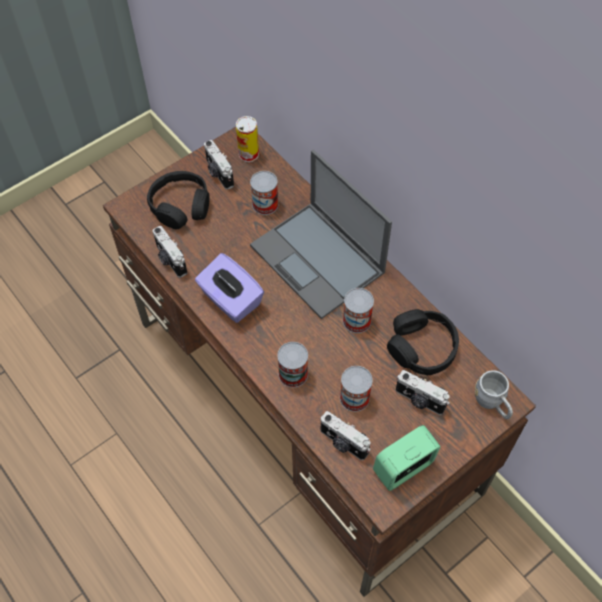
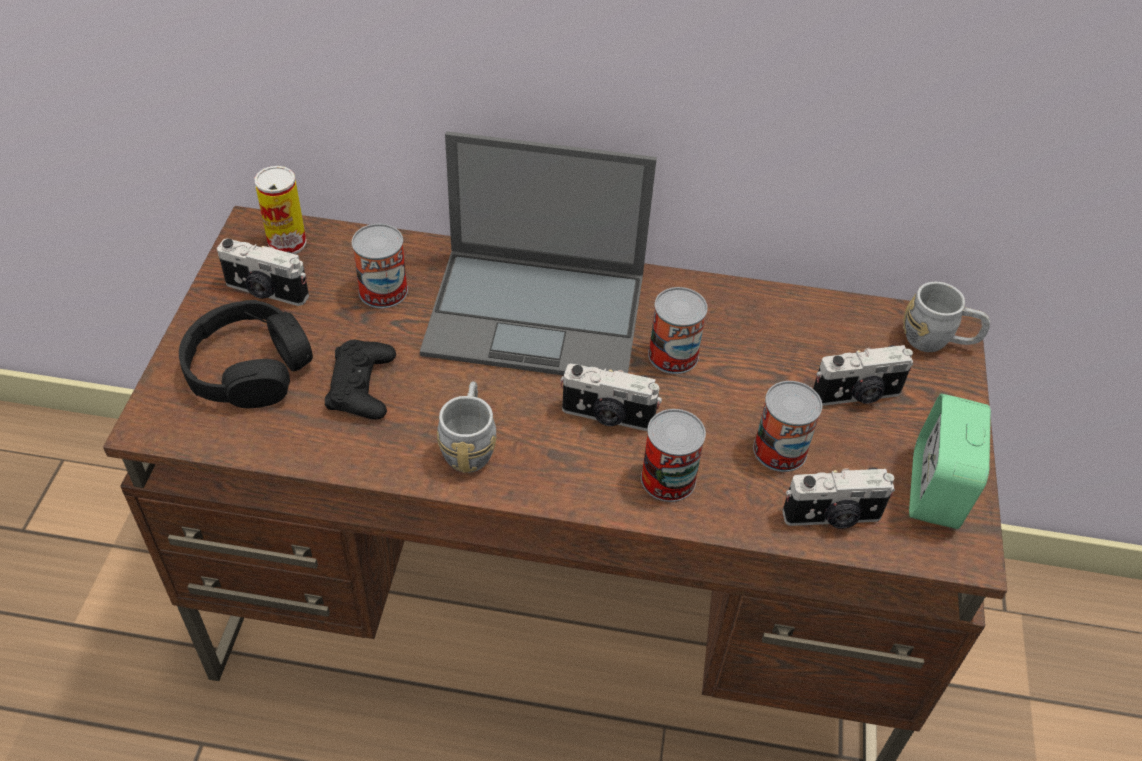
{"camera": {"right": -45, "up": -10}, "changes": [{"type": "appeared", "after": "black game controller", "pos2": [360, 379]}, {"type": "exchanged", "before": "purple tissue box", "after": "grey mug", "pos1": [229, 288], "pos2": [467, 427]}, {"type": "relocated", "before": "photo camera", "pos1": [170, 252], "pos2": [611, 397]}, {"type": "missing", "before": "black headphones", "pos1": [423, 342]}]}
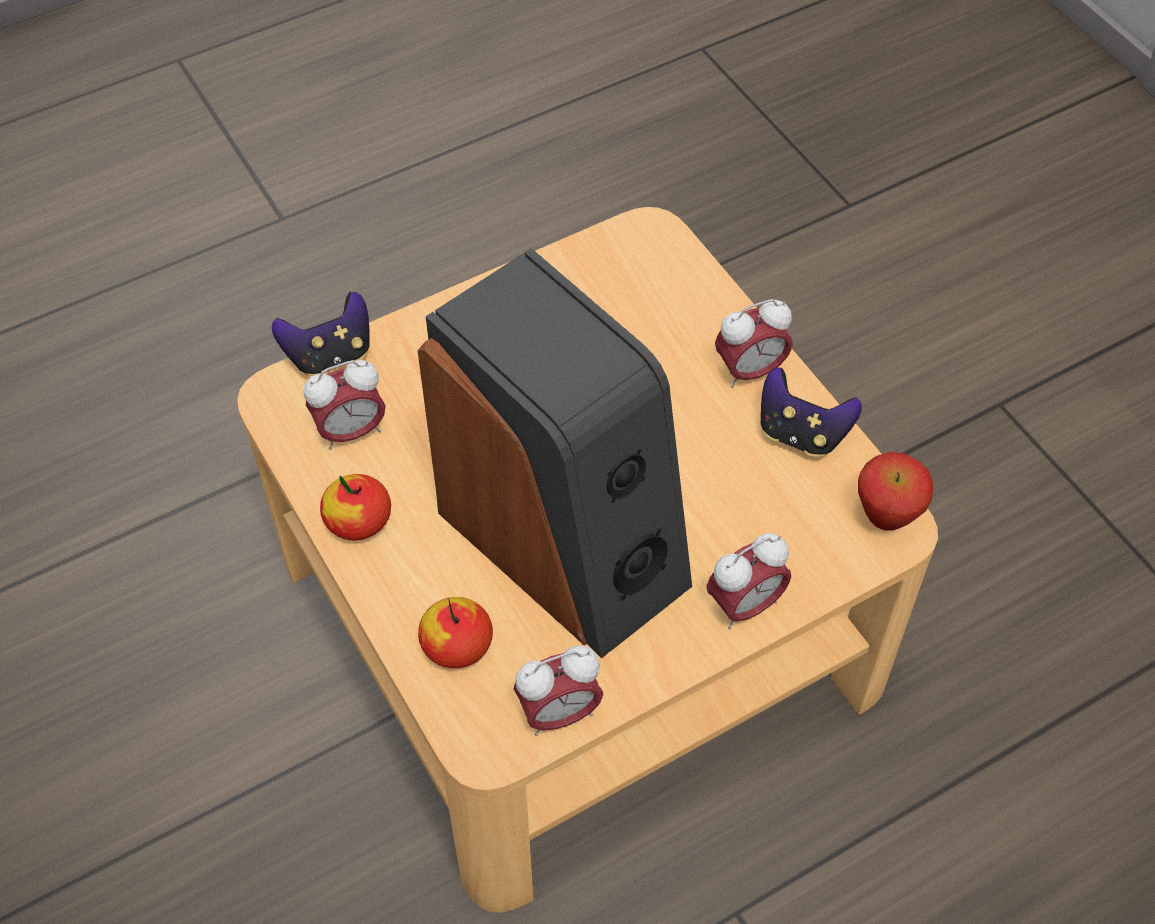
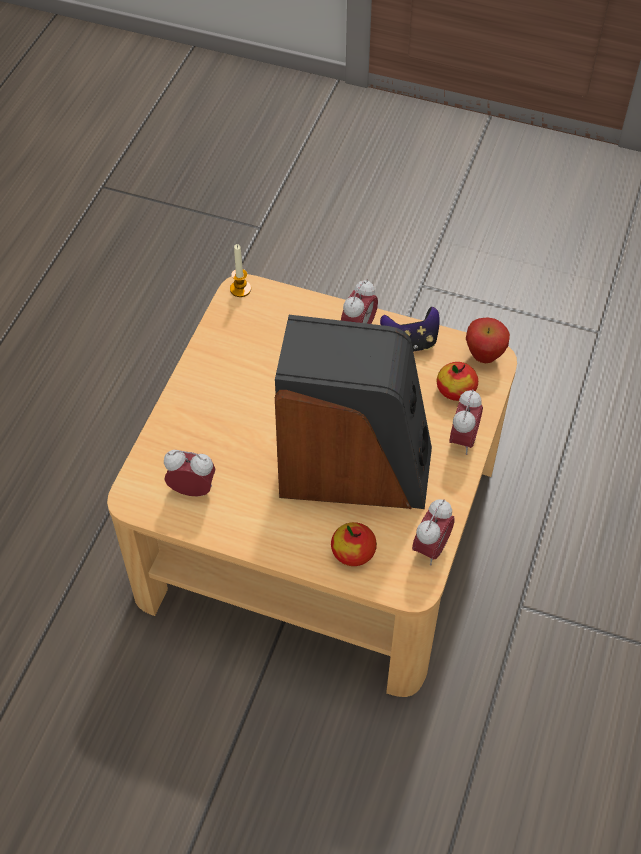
{"camera": {"right": -40, "up": 0}, "changes": [{"type": "spun", "before": "alarm clock", "pos1": [345, 405], "pos2": [190, 473], "turn": -105}, {"type": "appeared", "after": "candle", "pos2": [240, 270]}, {"type": "relocated", "before": "apple", "pos1": [355, 507], "pos2": [457, 381]}, {"type": "missing", "before": "game controller", "pos1": [320, 333]}]}
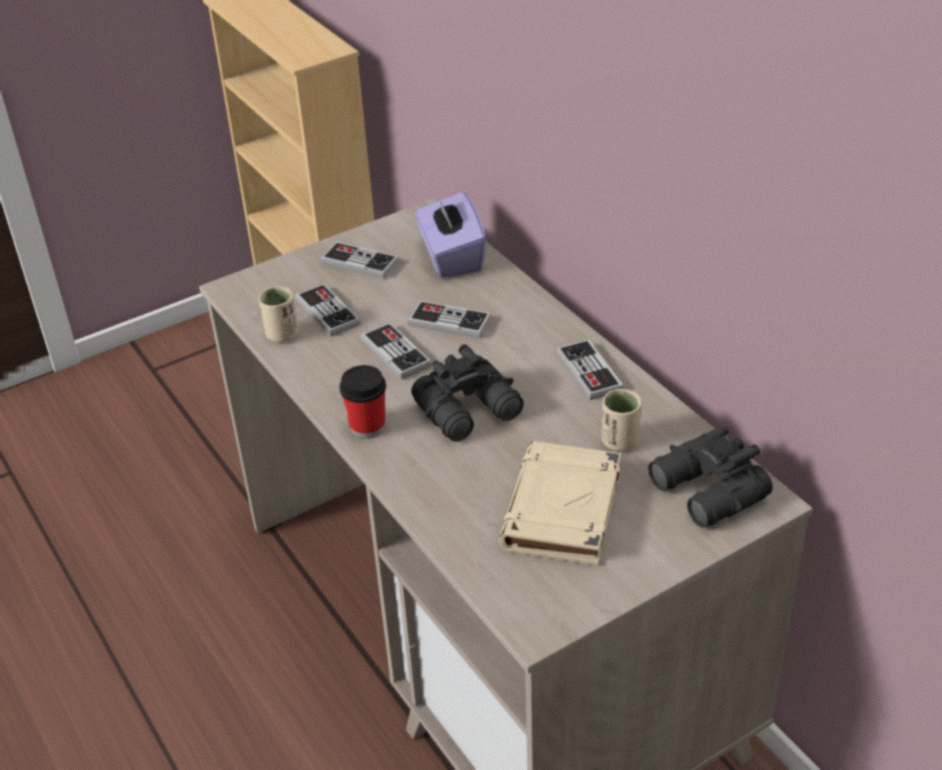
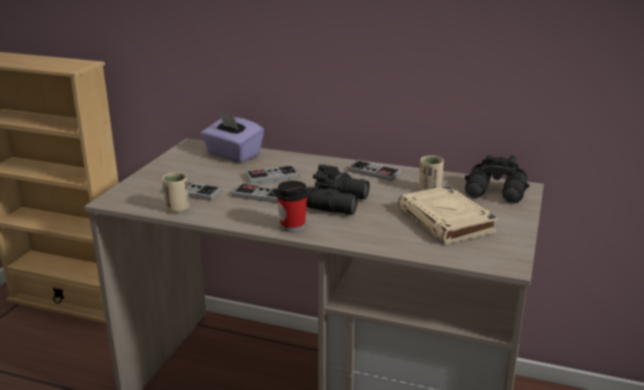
{"camera": {"right": -40, "up": -15}, "changes": [{"type": "missing", "before": "game controller", "pos1": [359, 260]}]}
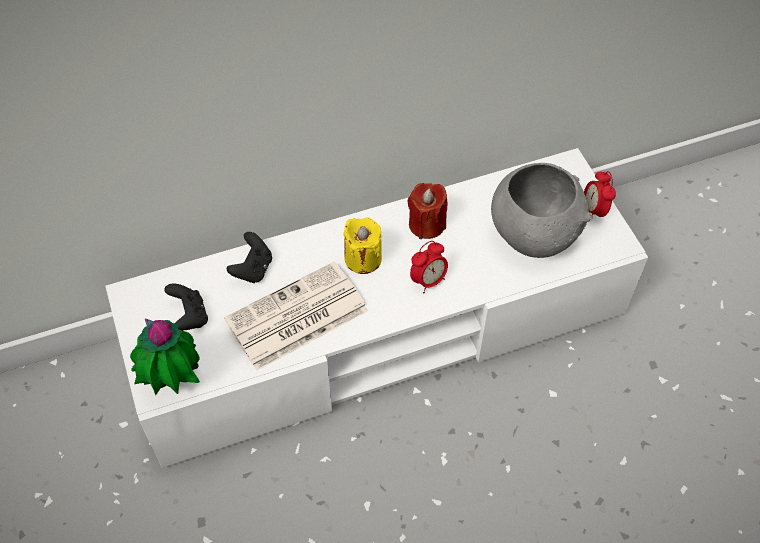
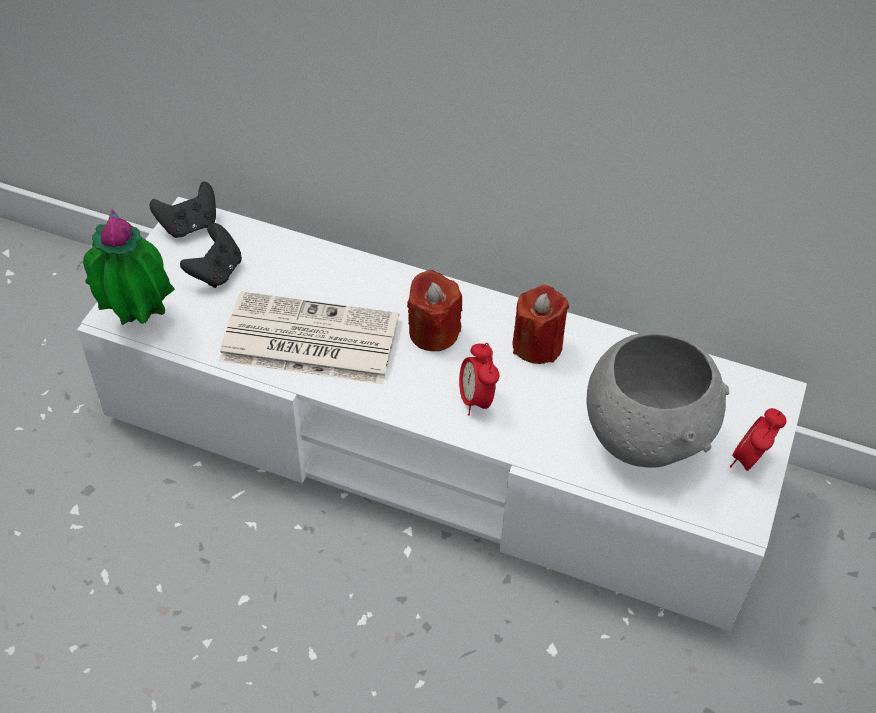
{"camera": {"right": 40, "up": -5}, "changes": [{"type": "relocated", "before": "black game controller", "pos1": [249, 257], "pos2": [182, 210]}, {"type": "colour", "before": "yellow candle", "after": "red candle", "pos1": [362, 245], "pos2": [434, 310]}, {"type": "spun", "before": "alarm clock", "pos1": [429, 267], "pos2": [479, 379], "turn": 75}]}
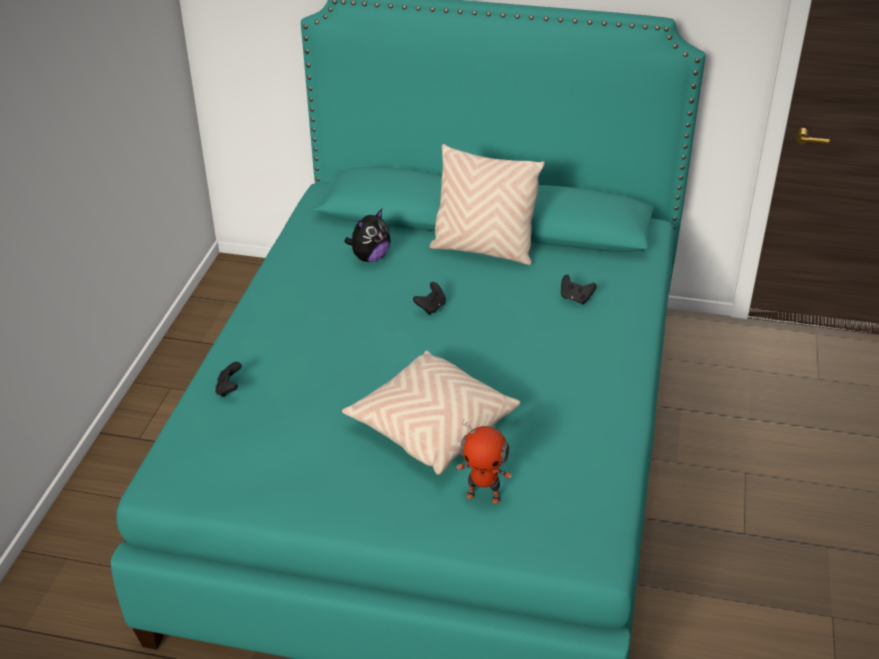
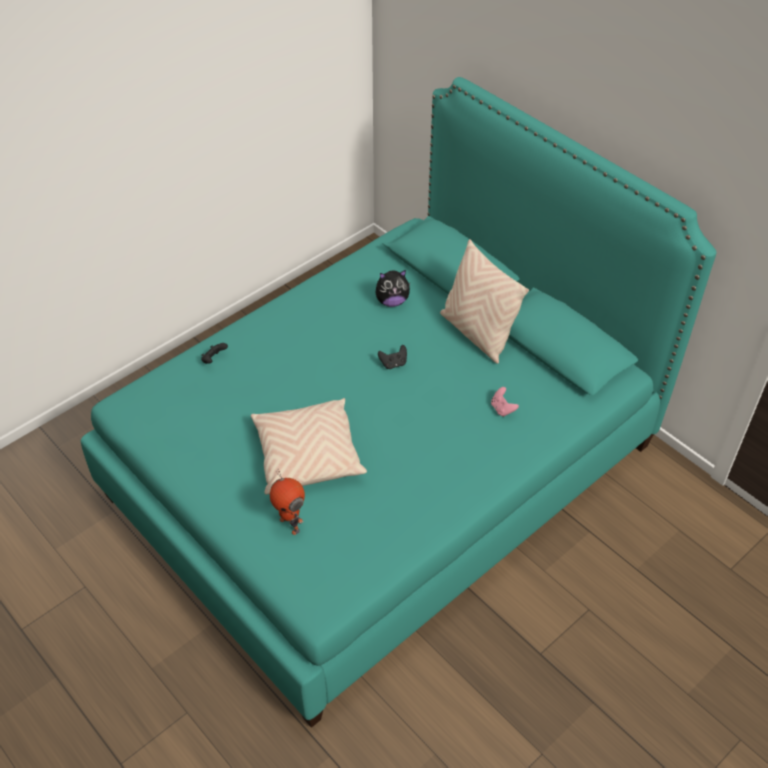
{"camera": {"right": 35, "up": 10}, "changes": [{"type": "colour", "before": "black game controller", "after": "pink game controller", "pos1": [579, 289], "pos2": [505, 402]}]}
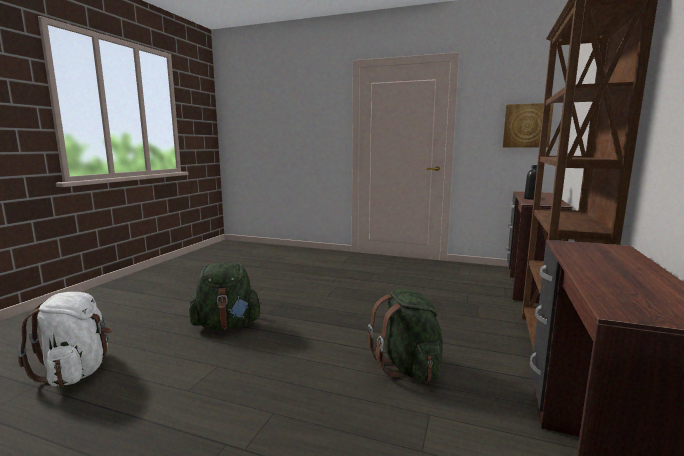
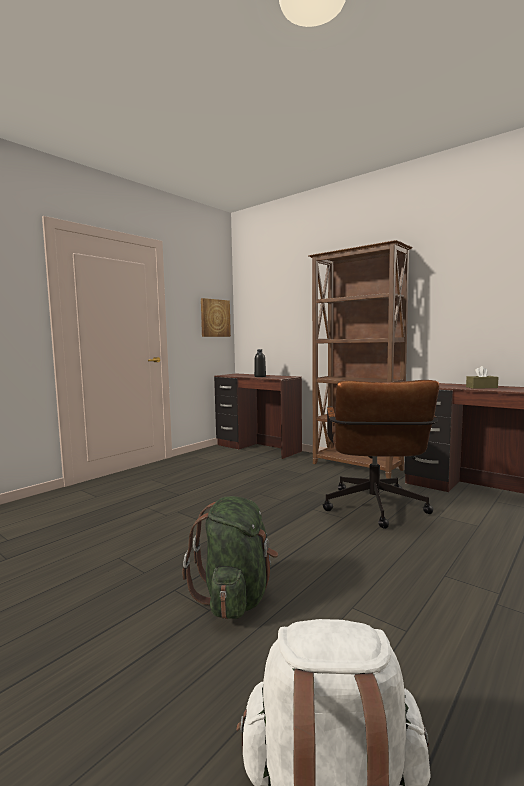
{"camera": {"right": -70, "up": -5}, "changes": [{"type": "exchanged", "before": "green backpack", "after": "brown office chair", "pos1": [405, 335], "pos2": [381, 454]}, {"type": "appeared", "after": "brown tissue box", "pos2": [482, 377]}]}
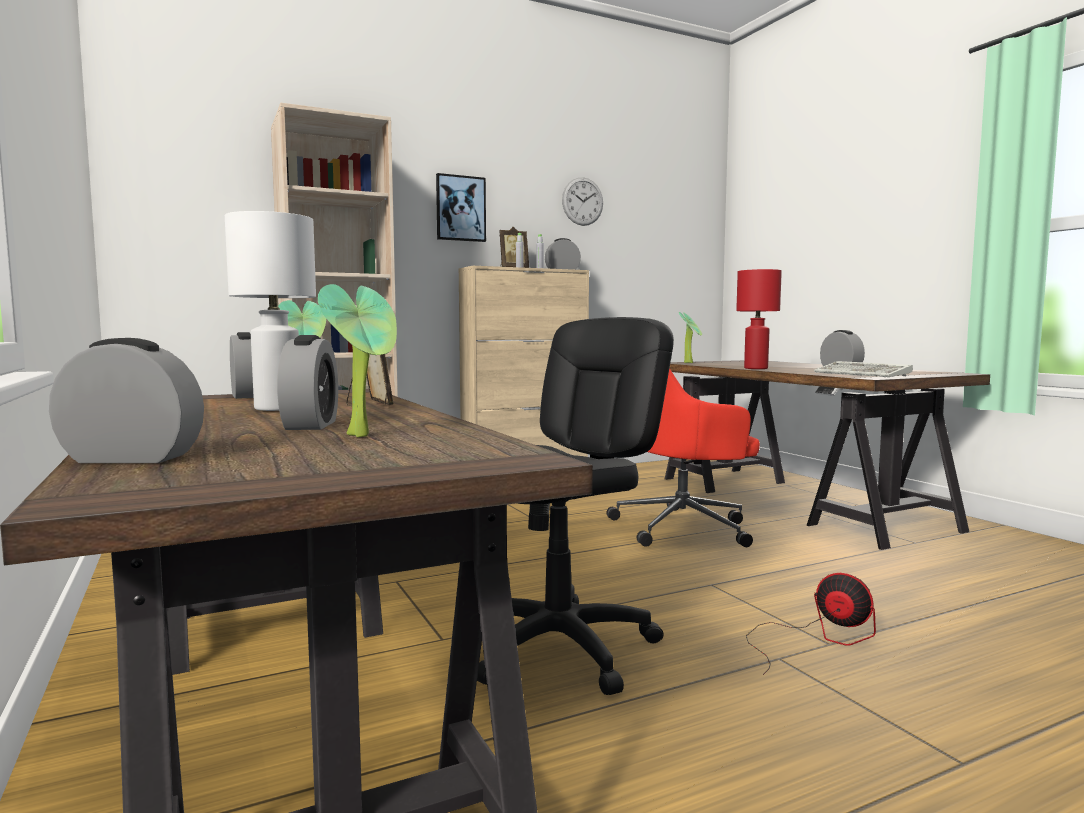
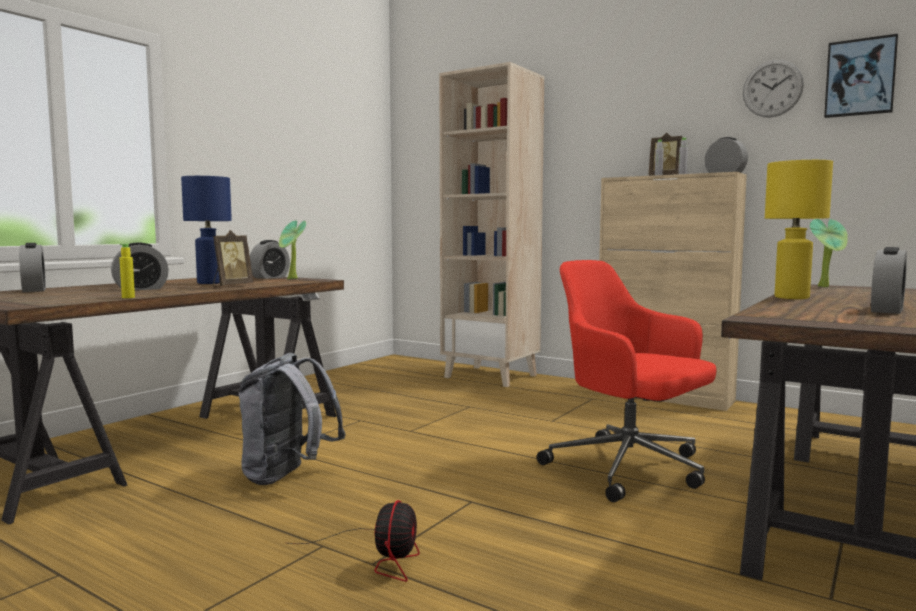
{"camera": {"right": 60, "up": 0}, "changes": [{"type": "appeared", "after": "yellow bottle", "pos2": [127, 271]}, {"type": "colour", "before": "white table lamp", "after": "blue table lamp", "pos1": [270, 311], "pos2": [206, 230]}, {"type": "exchanged", "before": "black office chair", "after": "grey backpack", "pos1": [575, 506], "pos2": [292, 419]}, {"type": "colour", "before": "red table lamp", "after": "yellow table lamp", "pos1": [759, 319], "pos2": [799, 229]}, {"type": "relocated", "before": "picture", "pos1": [461, 207], "pos2": [861, 76]}, {"type": "missing", "before": "potted plant", "pos1": [357, 360]}, {"type": "missing", "before": "keyboard", "pos1": [863, 369]}]}
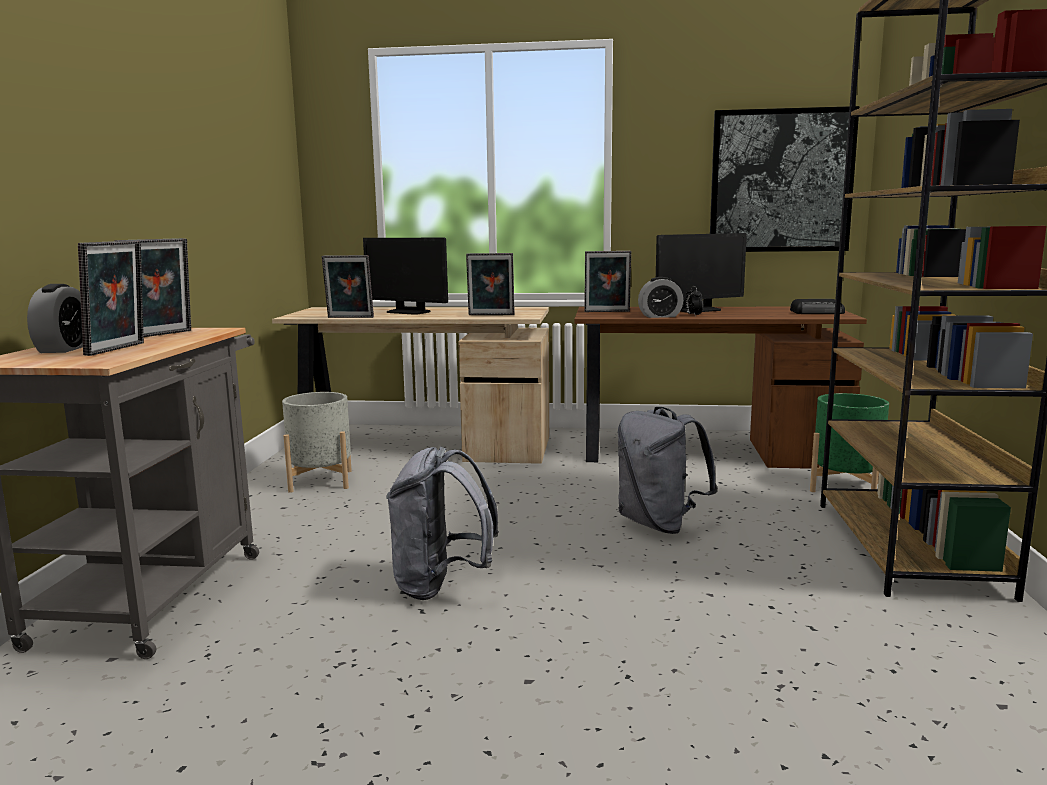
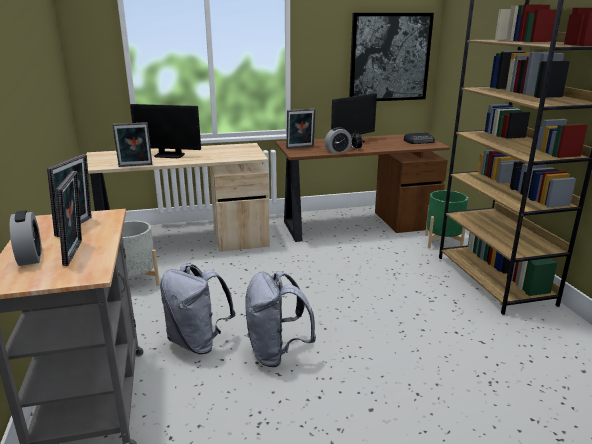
{"camera": {"right": -20, "up": 10}, "changes": [{"type": "relocated", "before": "grey backpack", "pos1": [668, 470], "pos2": [197, 309]}, {"type": "missing", "before": "picture frame", "pos1": [490, 284]}]}
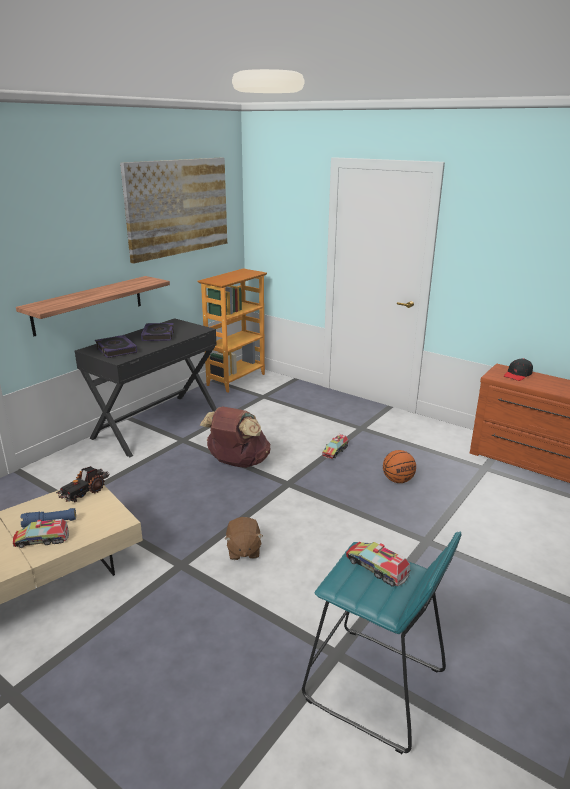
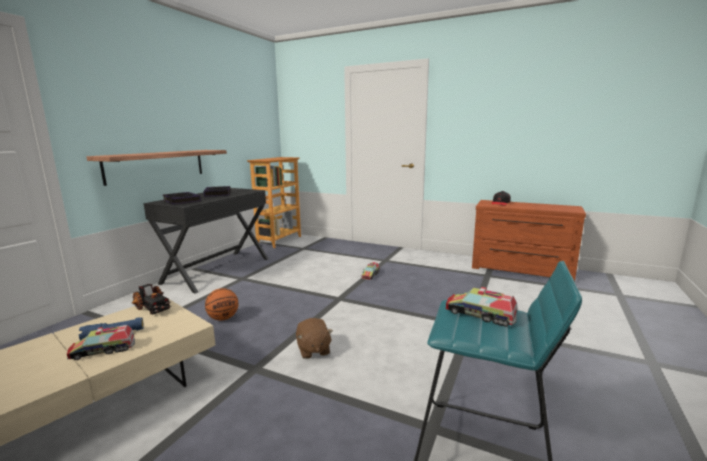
{"camera": {"right": -10, "up": -10}, "changes": [{"type": "spun", "before": "toy truck", "pos1": [82, 484], "pos2": [151, 299], "turn": -75}, {"type": "relocated", "before": "basketball", "pos1": [399, 466], "pos2": [221, 304]}, {"type": "missing", "before": "picture", "pos1": [173, 211]}, {"type": "missing", "before": "brown backpack", "pos1": [235, 437]}]}
